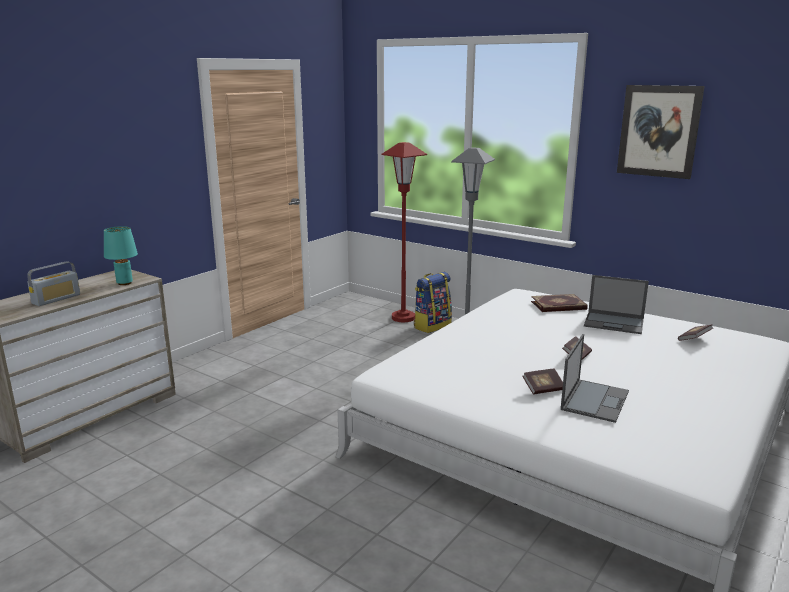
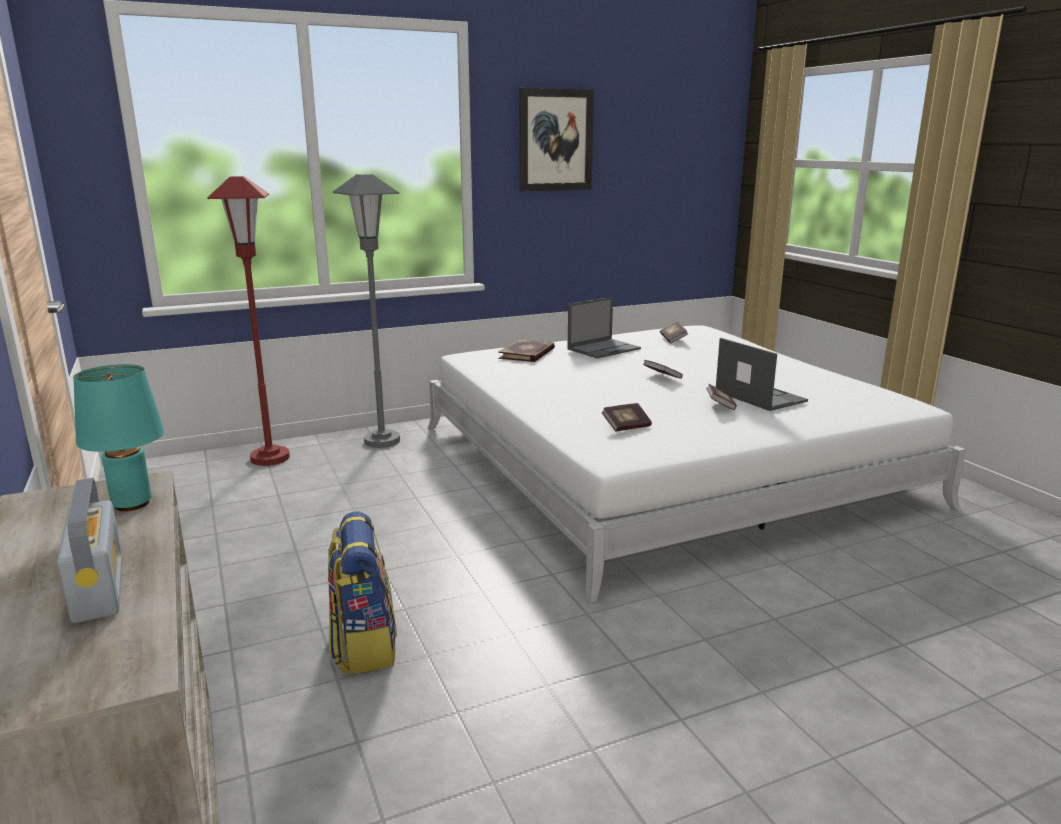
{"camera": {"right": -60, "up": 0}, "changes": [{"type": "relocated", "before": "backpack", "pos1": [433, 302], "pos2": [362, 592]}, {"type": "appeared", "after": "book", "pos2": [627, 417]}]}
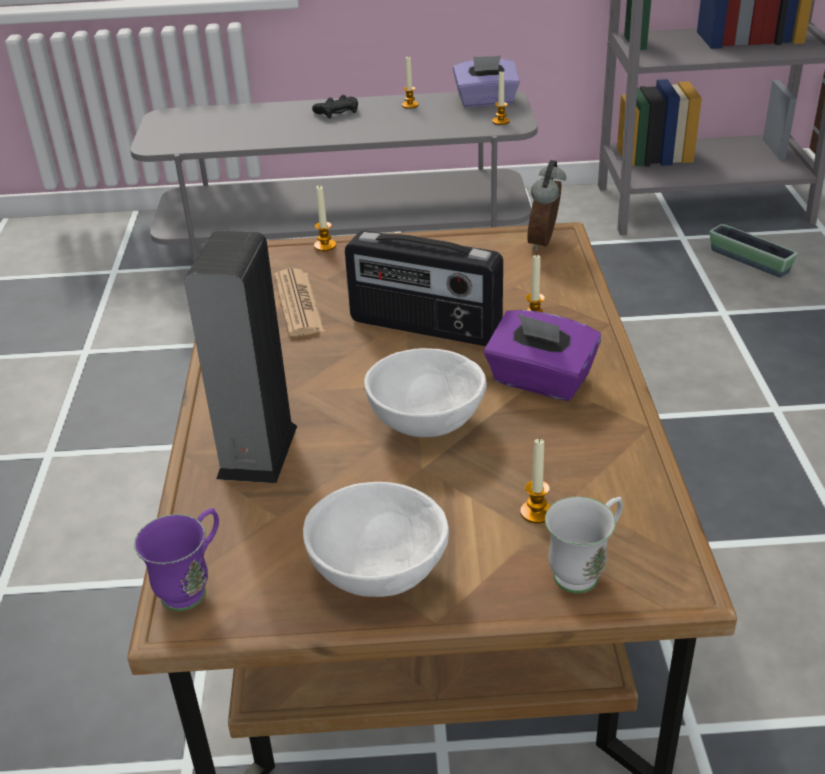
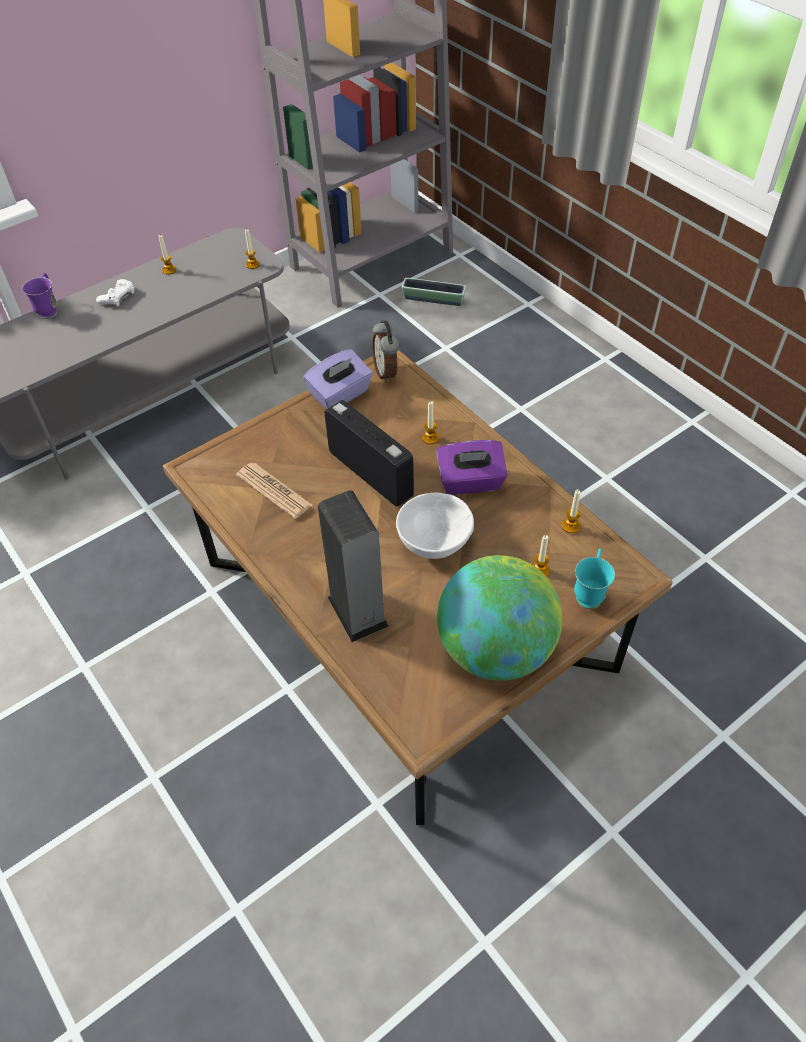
{"camera": {"right": -35, "up": 15}, "changes": [{"type": "relocated", "before": "purple mug", "pos1": [176, 559], "pos2": [39, 296]}, {"type": "colour", "before": "black game controller", "after": "white game controller", "pos1": [335, 107], "pos2": [115, 292]}, {"type": "relocated", "before": "purple tissue box", "pos1": [486, 81], "pos2": [338, 379]}, {"type": "spun", "before": "radio", "pos1": [424, 288], "pos2": [369, 453], "turn": -120}, {"type": "exchanged", "before": "white bowl", "after": "globe", "pos1": [376, 539], "pos2": [500, 618]}, {"type": "relocated", "before": "candle", "pos1": [325, 218], "pos2": [571, 511]}, {"type": "colour", "before": "white mug", "after": "turquoise mug", "pos1": [584, 545], "pos2": [594, 578]}]}
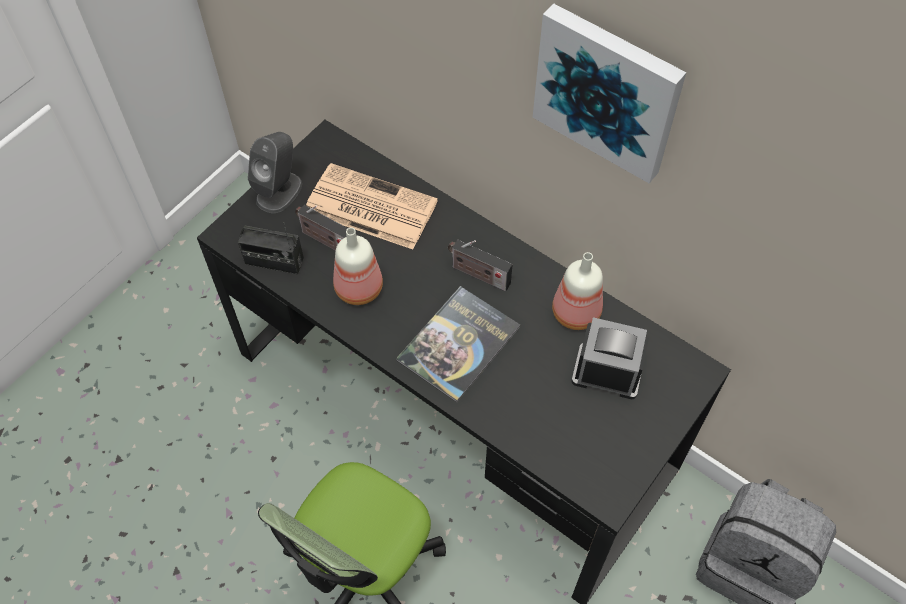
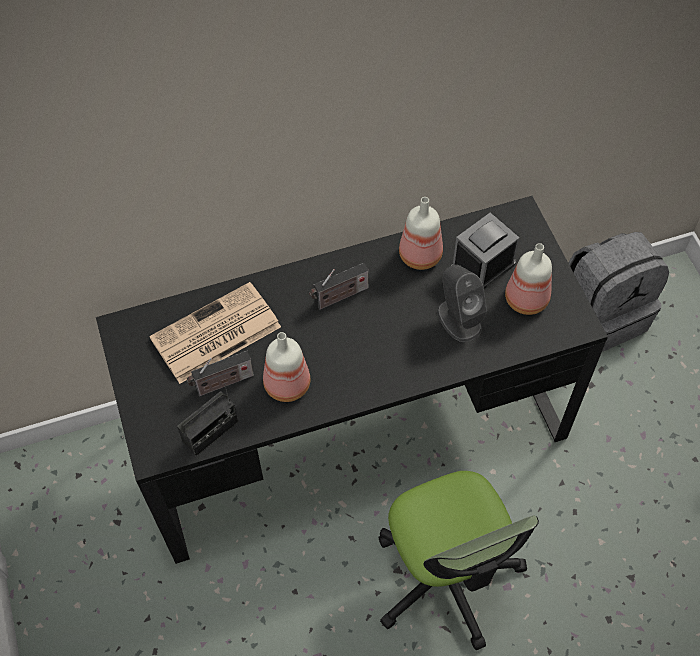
{"camera": {"right": -55, "up": 0}, "changes": [{"type": "relocated", "before": "grey speaker", "pos1": [275, 172], "pos2": [462, 303]}, {"type": "appeared", "after": "bottle", "pos2": [528, 279]}, {"type": "missing", "before": "book", "pos1": [458, 344]}, {"type": "missing", "before": "picture", "pos1": [609, 93]}]}
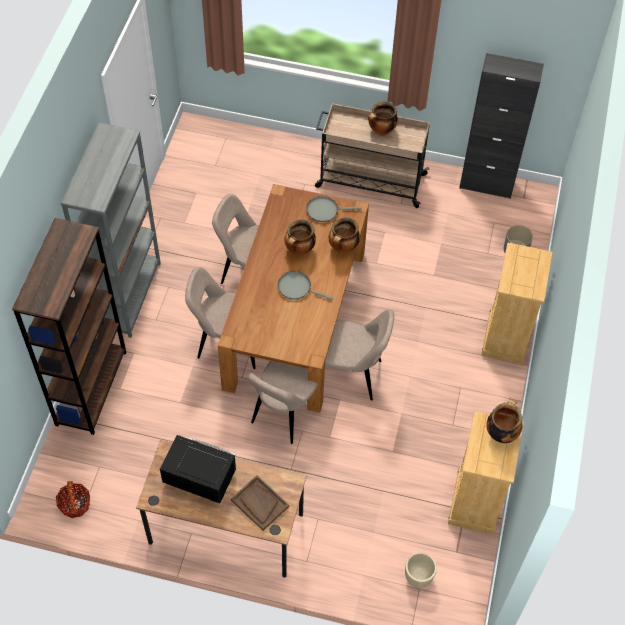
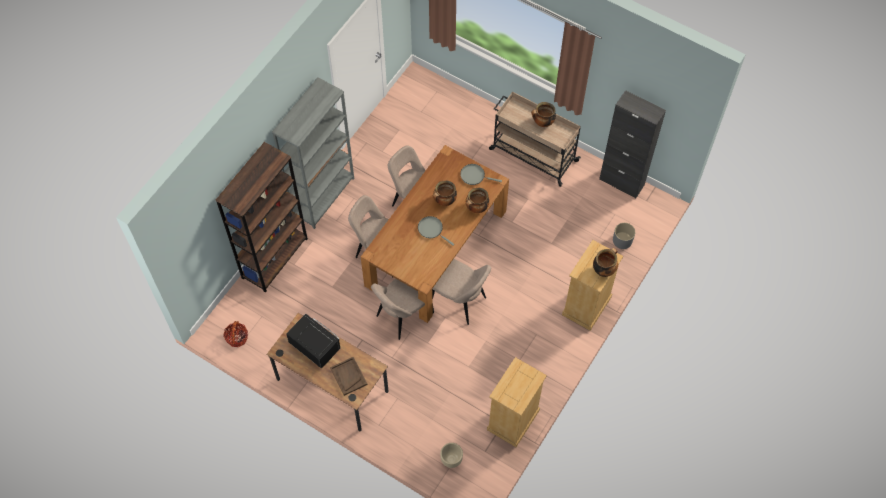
{"camera": {"right": 20, "up": 5}, "changes": [{"type": "relocated", "before": "cooking pot", "pos1": [504, 421], "pos2": [605, 262]}]}
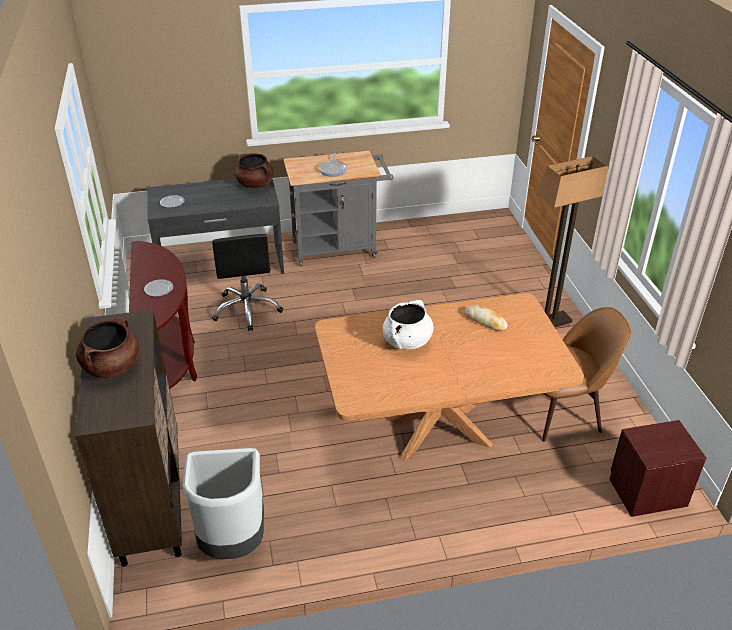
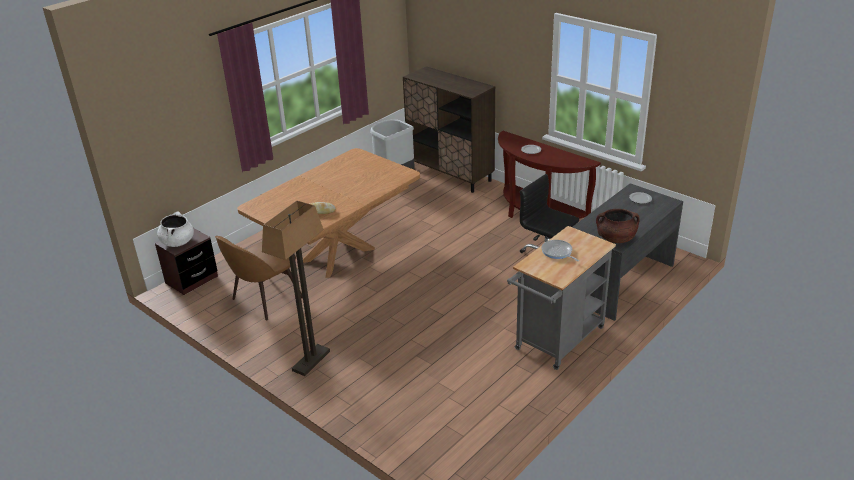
{"camera": {"right": 145, "up": -5}, "changes": [{"type": "relocated", "before": "white cooking pot", "pos1": [408, 325], "pos2": [175, 229]}, {"type": "missing", "before": "brown cooking pot", "pos1": [107, 347]}]}
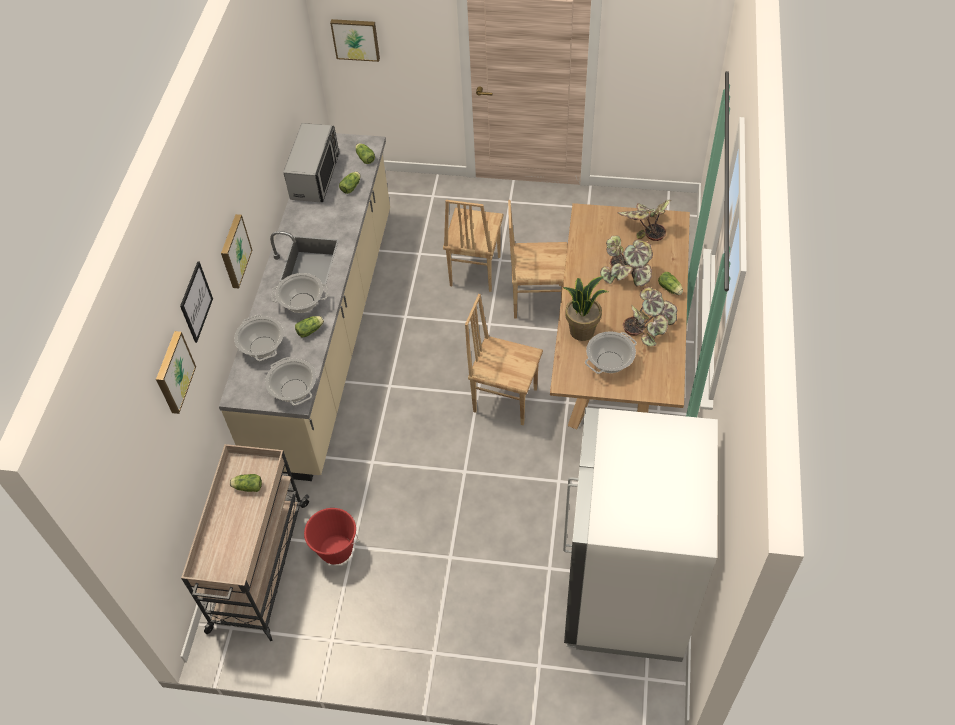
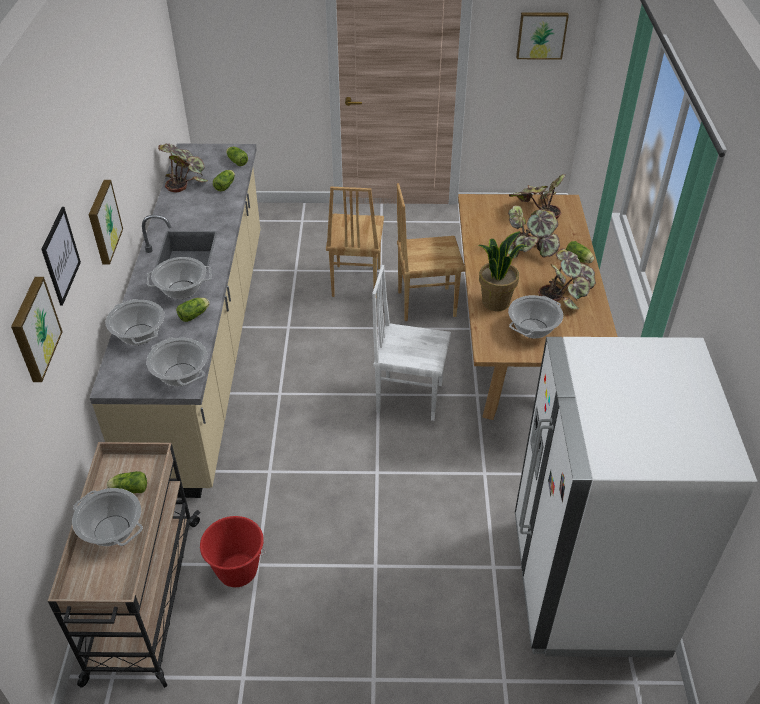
{"camera": {"right": -10, "up": -10}, "changes": [{"type": "appeared", "after": "cooking pot", "pos2": [107, 517]}, {"type": "exchanged", "before": "microwave", "after": "potted plant", "pos1": [311, 162], "pos2": [183, 168]}, {"type": "colour", "before": "brown chair", "after": "white chair", "pos1": [504, 359], "pos2": [411, 343]}, {"type": "relocated", "before": "picture", "pos1": [355, 40], "pos2": [542, 36]}]}
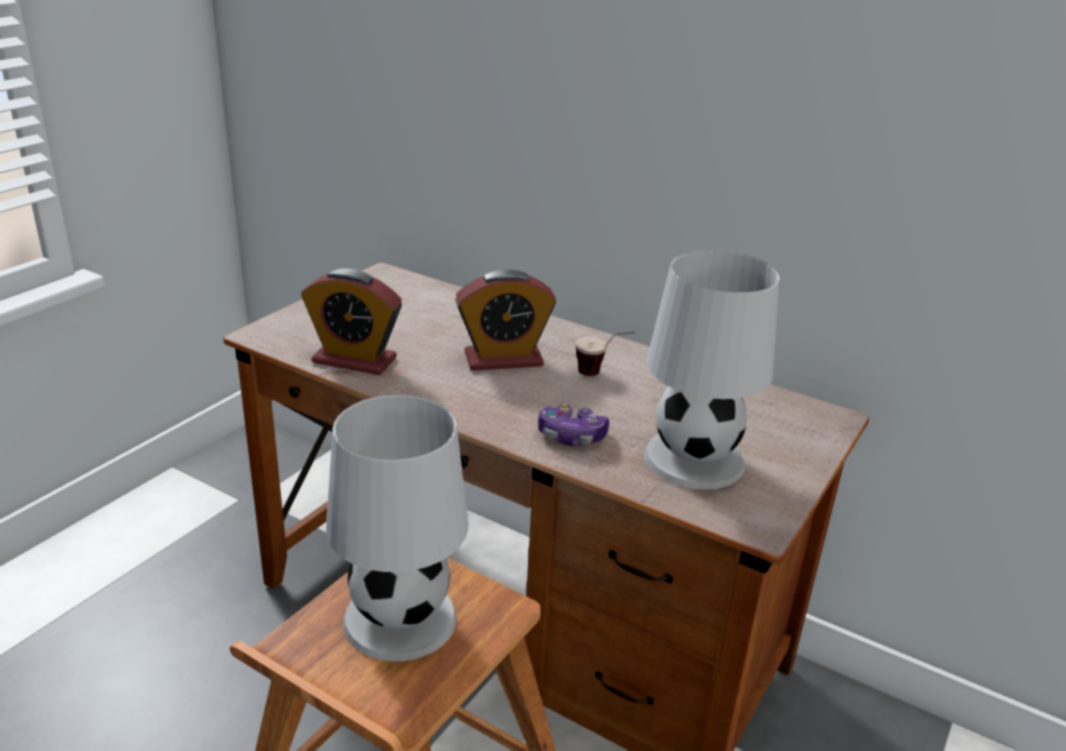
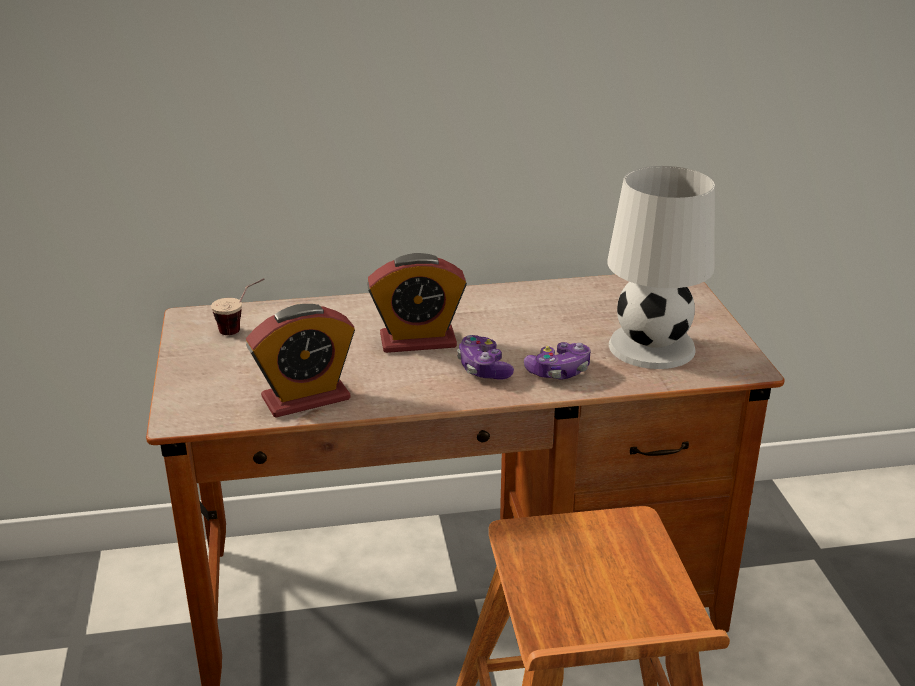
{"camera": {"right": -40, "up": 0}, "changes": [{"type": "relocated", "before": "cup", "pos1": [605, 354], "pos2": [238, 306]}, {"type": "spun", "before": "alarm clock", "pos1": [505, 320], "pos2": [417, 303], "turn": 45}, {"type": "appeared", "after": "game controller", "pos2": [485, 357]}, {"type": "missing", "before": "white table lamp", "pos1": [397, 528]}]}
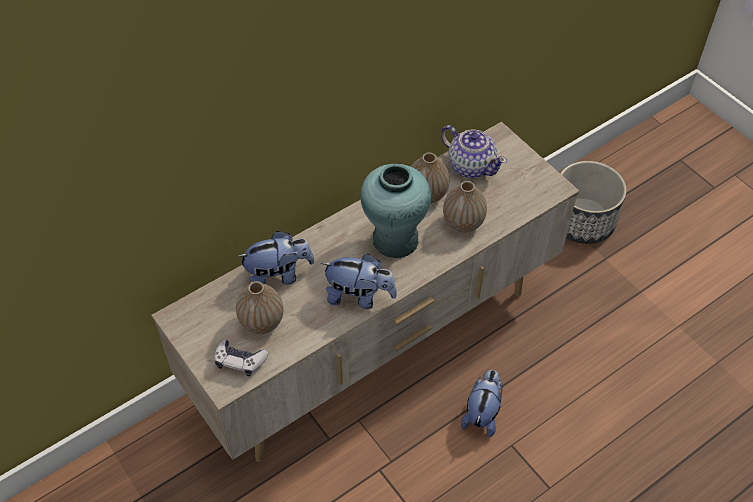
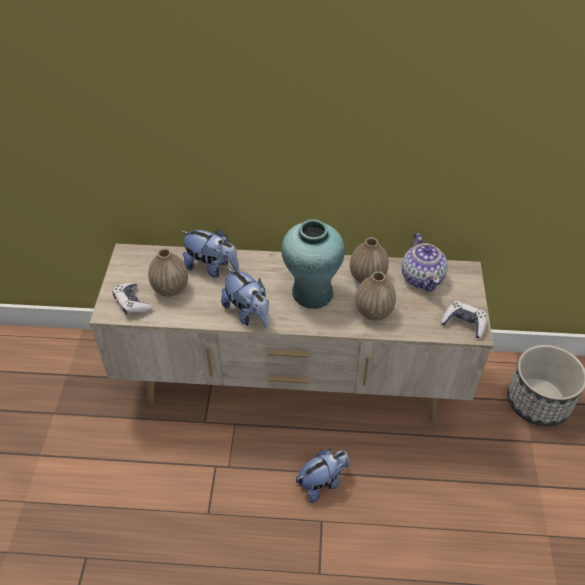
{"camera": {"right": 40, "up": -5}, "changes": [{"type": "appeared", "after": "game controller", "pos2": [464, 319]}]}
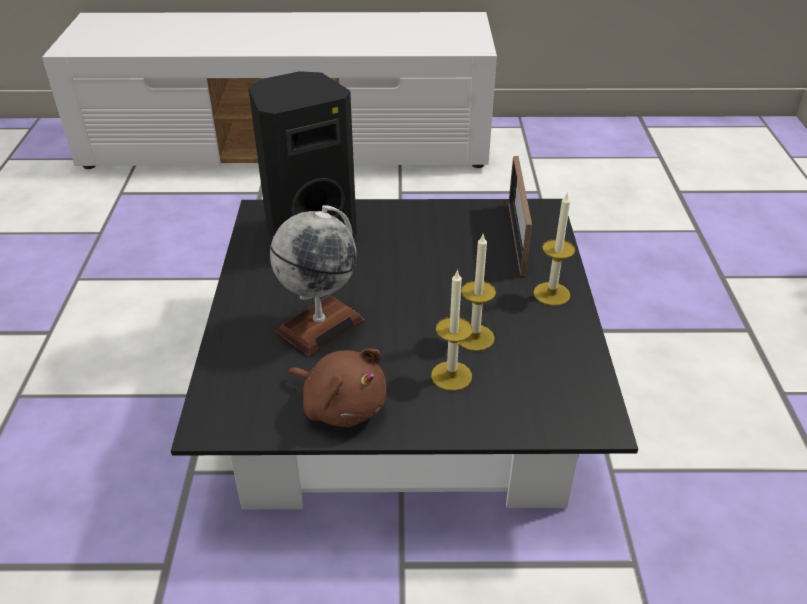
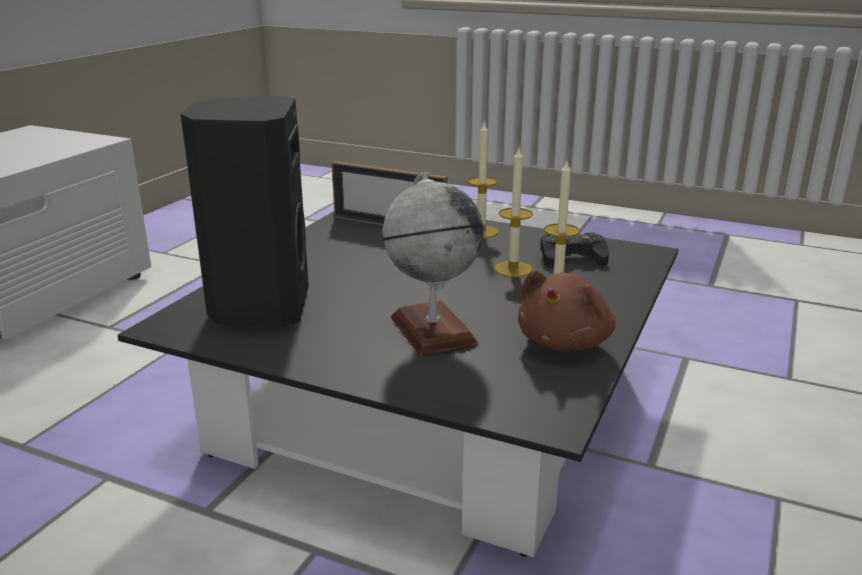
{"camera": {"right": -65, "up": -15}, "changes": [{"type": "spun", "before": "brown plush toy", "pos1": [338, 387], "pos2": [567, 310], "turn": 150}, {"type": "appeared", "after": "black game controller", "pos2": [574, 250]}]}
